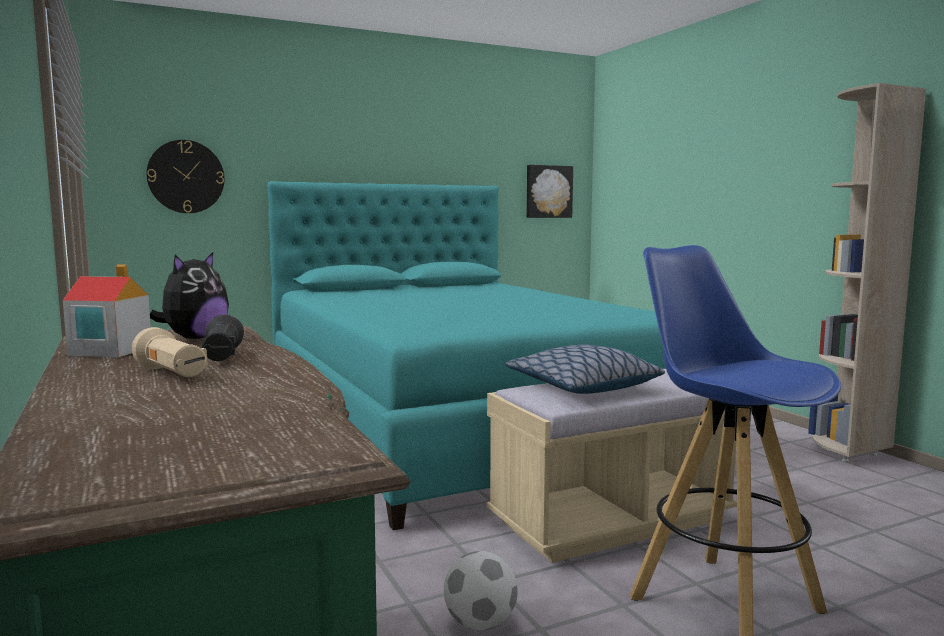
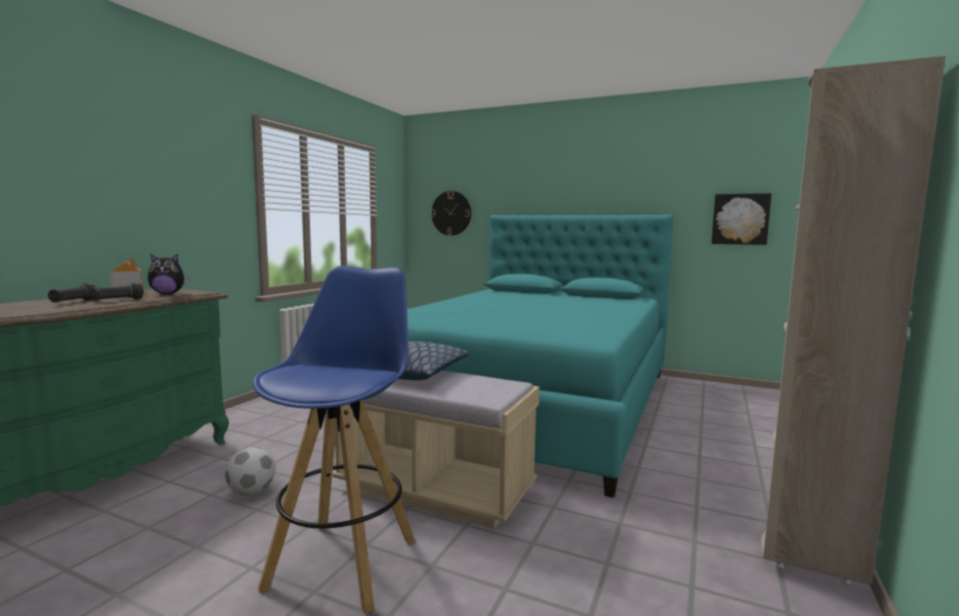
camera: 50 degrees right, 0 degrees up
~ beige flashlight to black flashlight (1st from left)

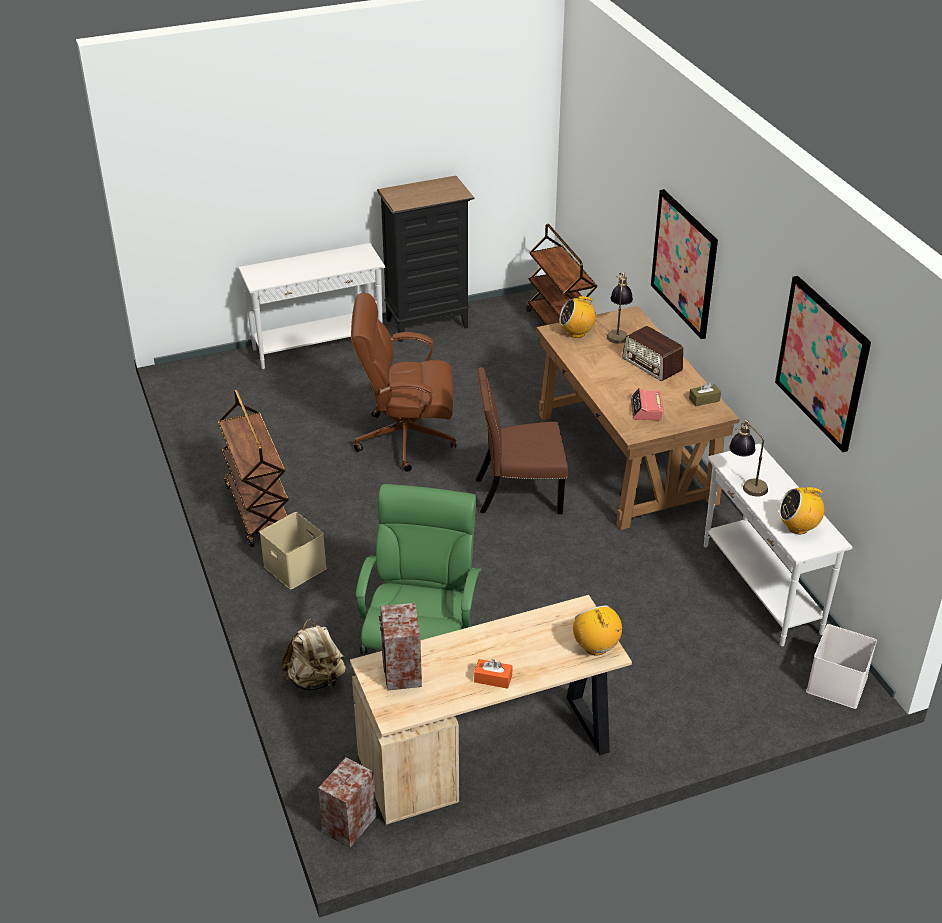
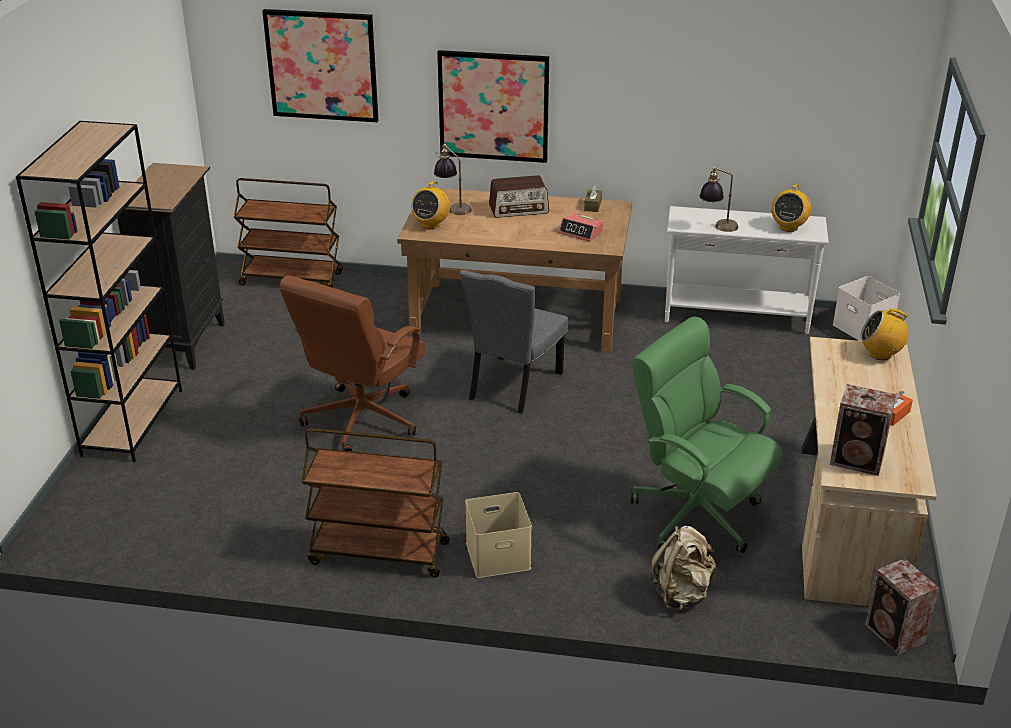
camera: 60 degrees left, 5 degrees down
~ white console table (1st from left) to beige bookcase
~ brown chair to grey chair
~ picture (2nd from left in the first image) to picture (1st from left)

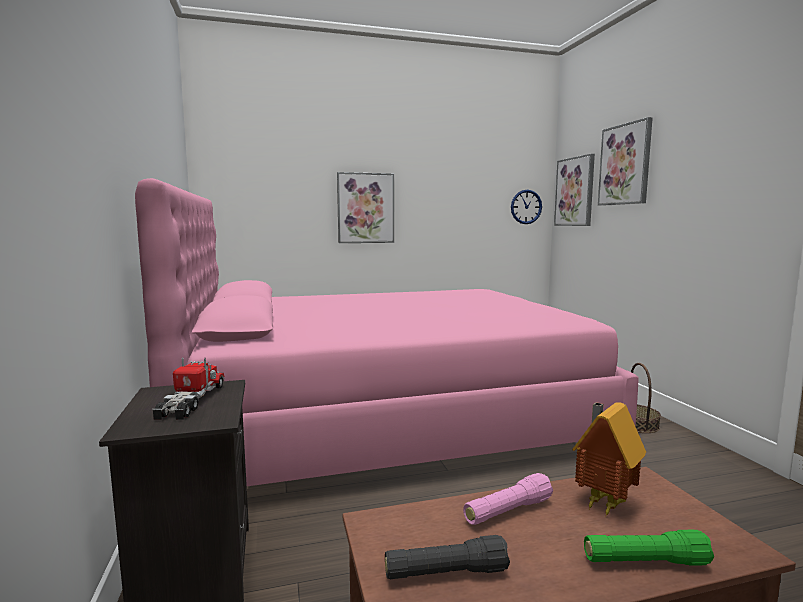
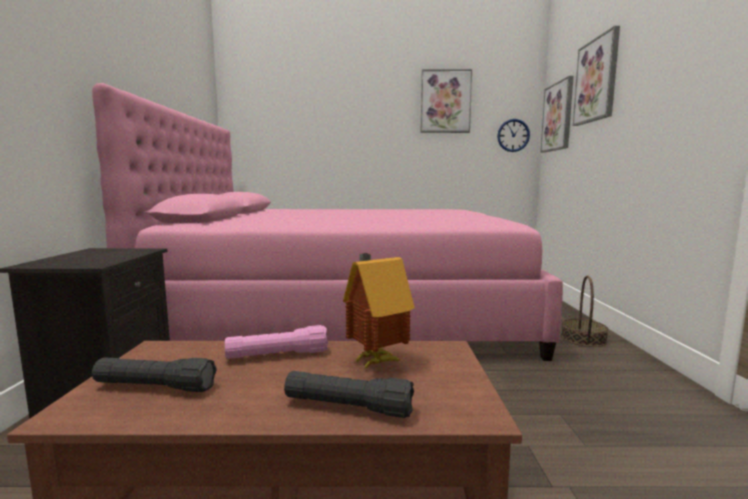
camera: 15 degrees right, 0 degrees up
- toy truck
~ picture (1st from left)
~ green flashlight to black flashlight (2nd from left)

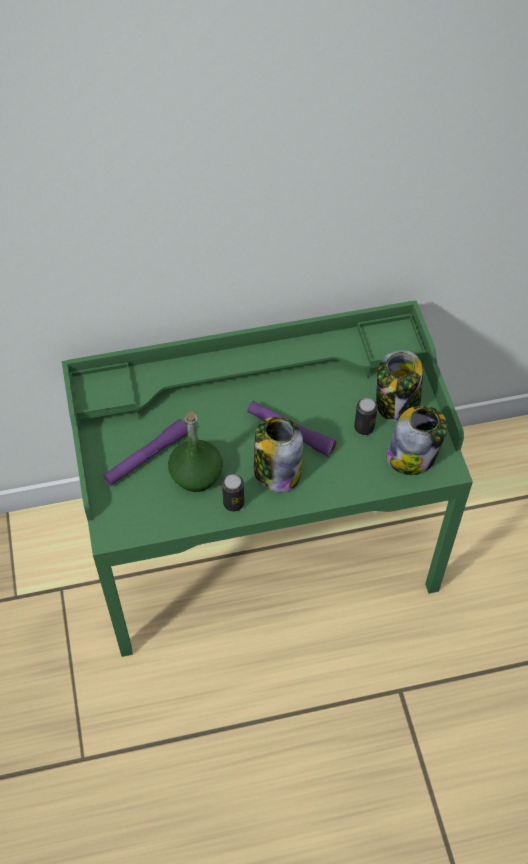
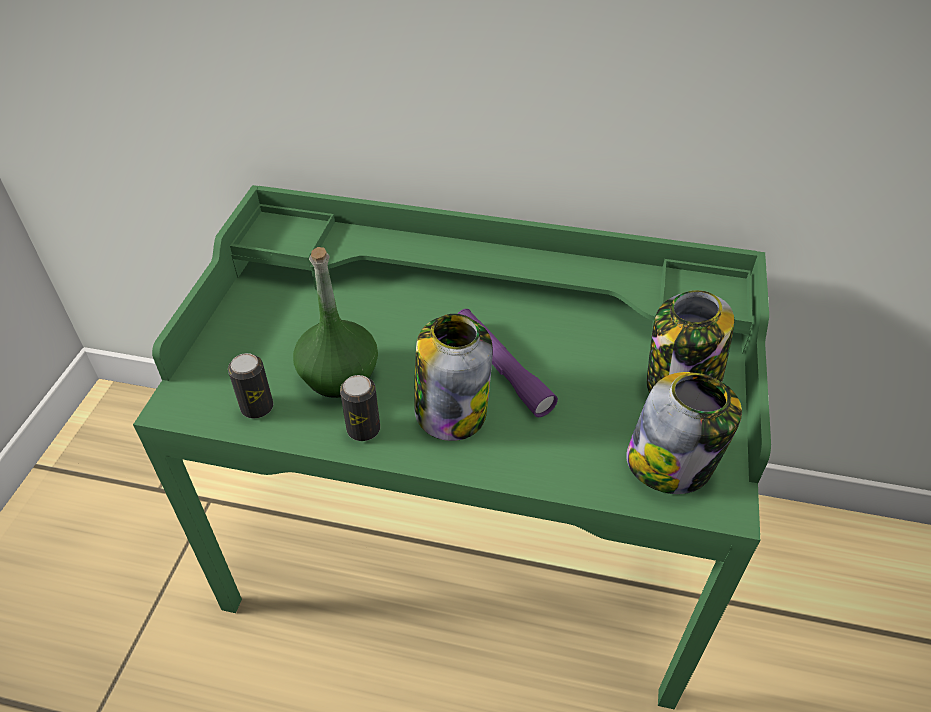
camera: 25 degrees right, 10 degrees down
- purple flashlight (1st from left)
~ can (2nd from left in the first image) to can (1st from left)

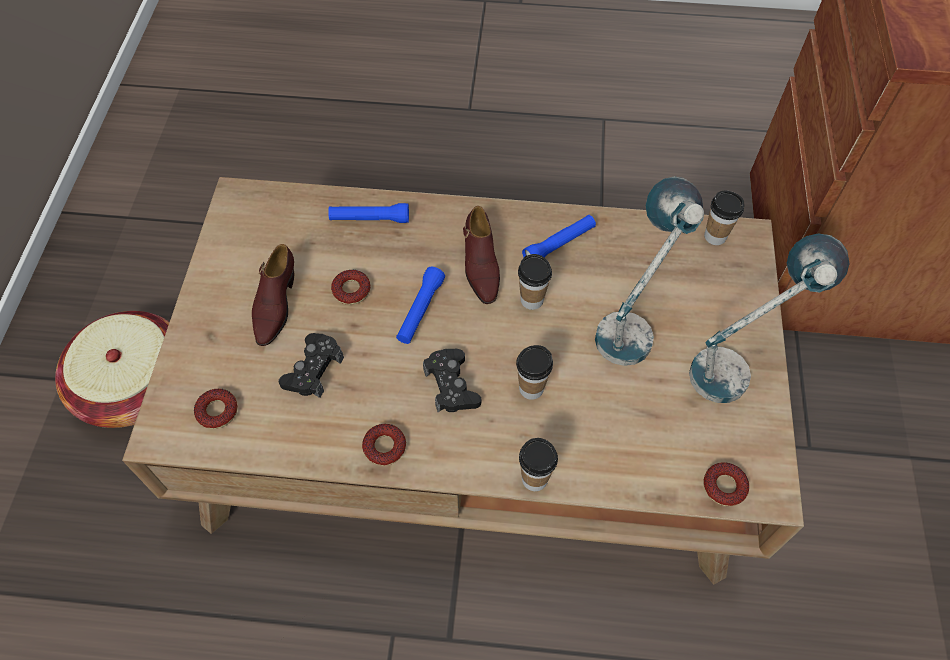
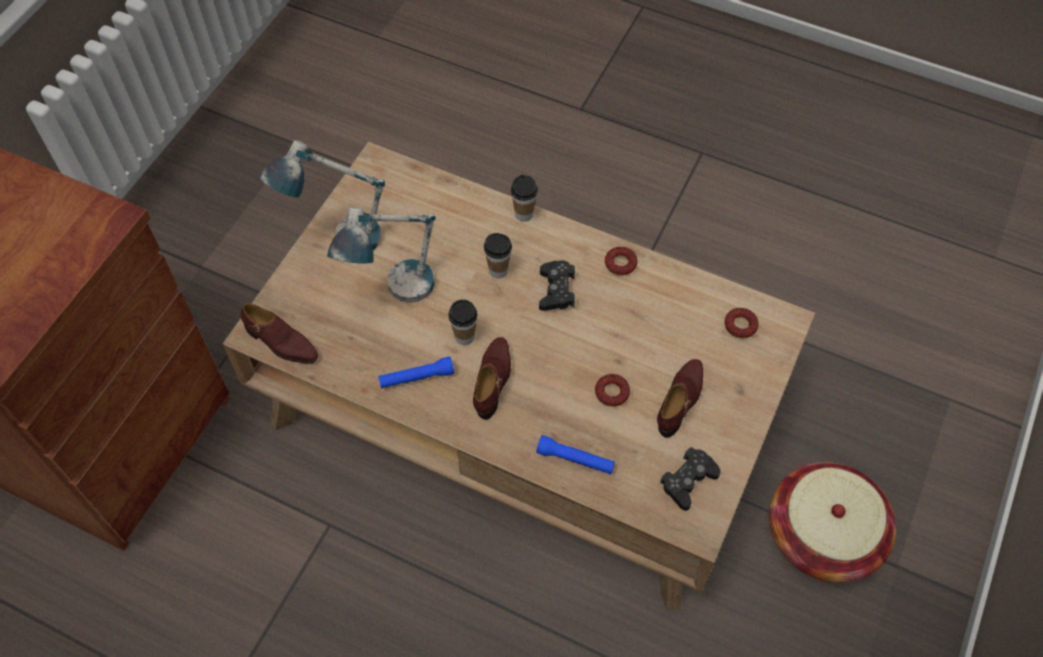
camera: 160 degrees left, 0 degrees up
~ black game controller (1st from left in the first image) to black game controller (2nd from left)
- blue flashlight (2nd from left)
- donut (4th from left)
~ cup (4th from left) to brown shoe (1st from left)

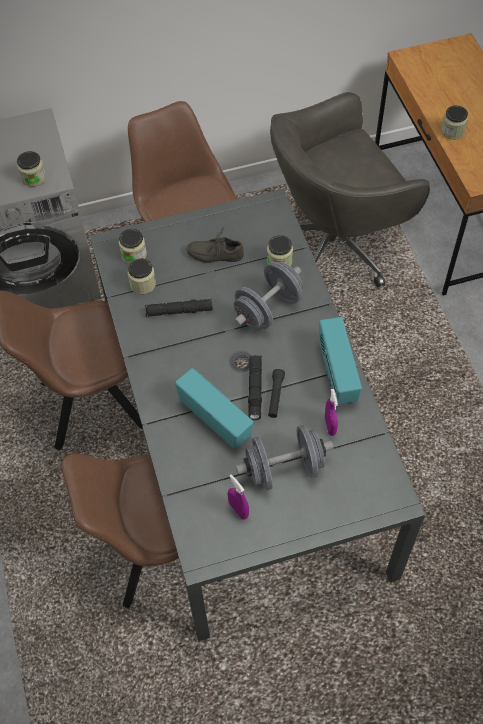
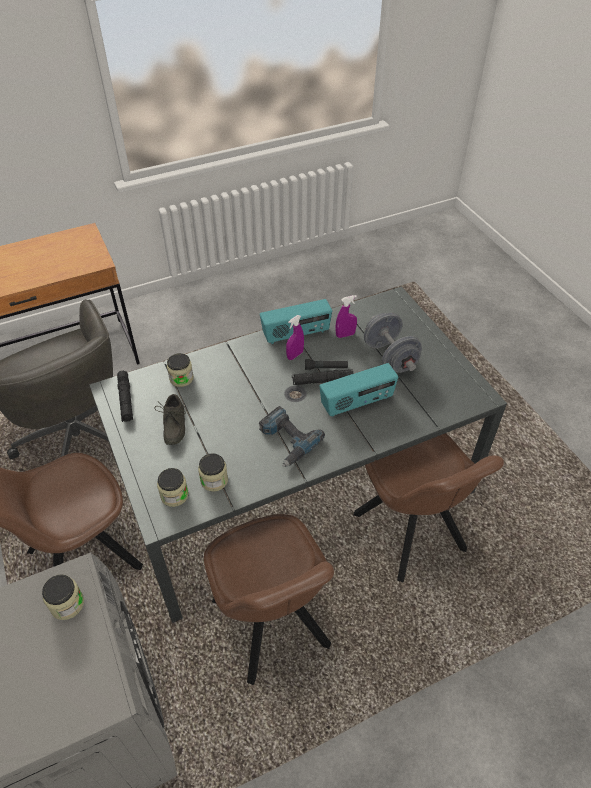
camera: 100 degrees left, 10 degrees down
~ black flashlight (1st from left)
~ radio (1st from left in the first image) 150 degrees counterclockwise
~ purple spray bottle (1st from left)
- grey dumbbell (1st from left)
- jar (5th from left)
+ power drill

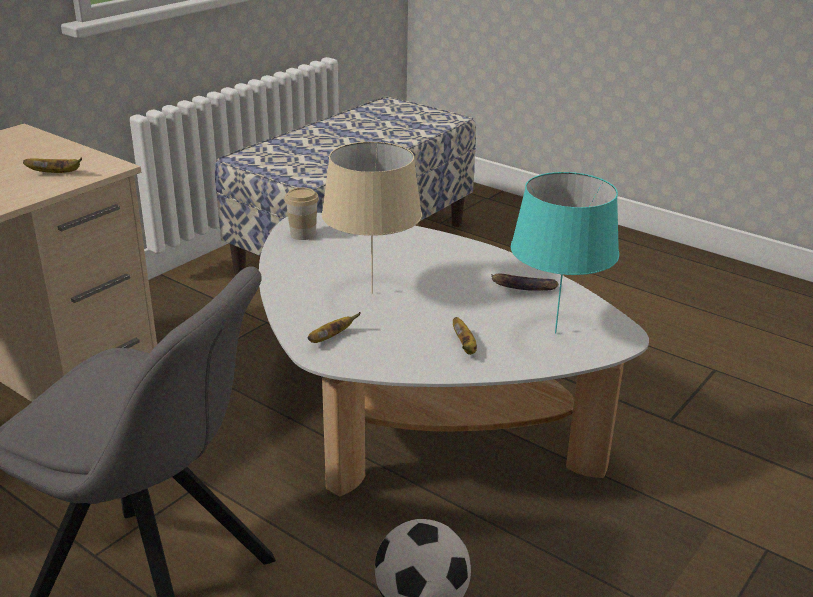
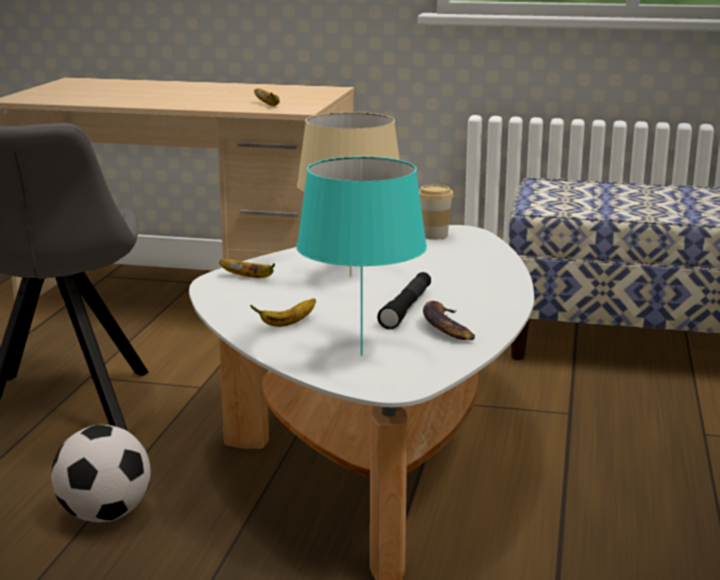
camera: 65 degrees right, 10 degrees down
+ black flashlight

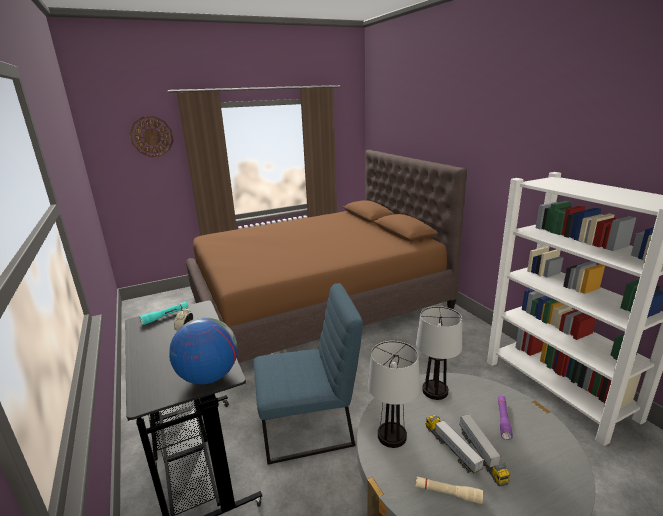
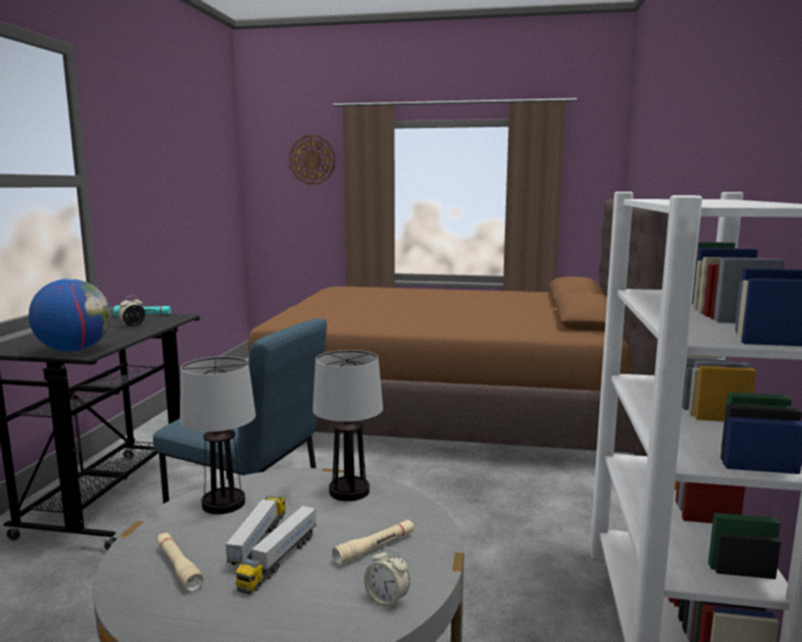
camera: 35 degrees right, 10 degrees down
~ purple flashlight to beige flashlight (2nd from left)
+ alarm clock (2nd from left)

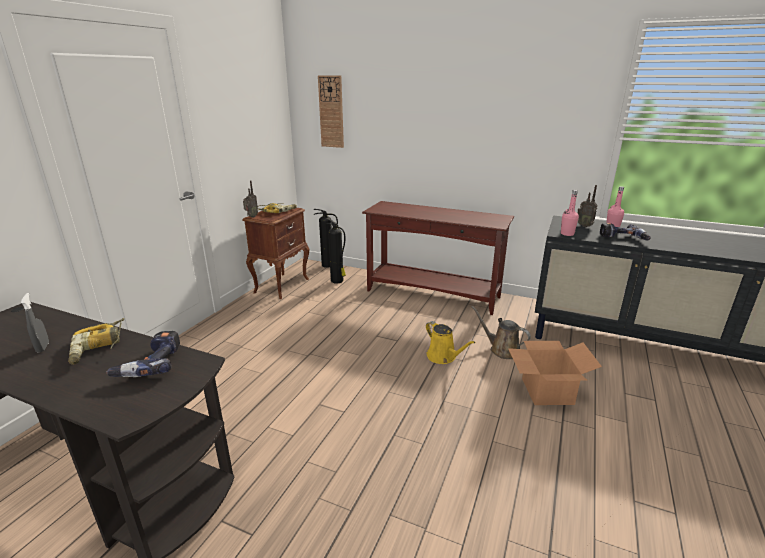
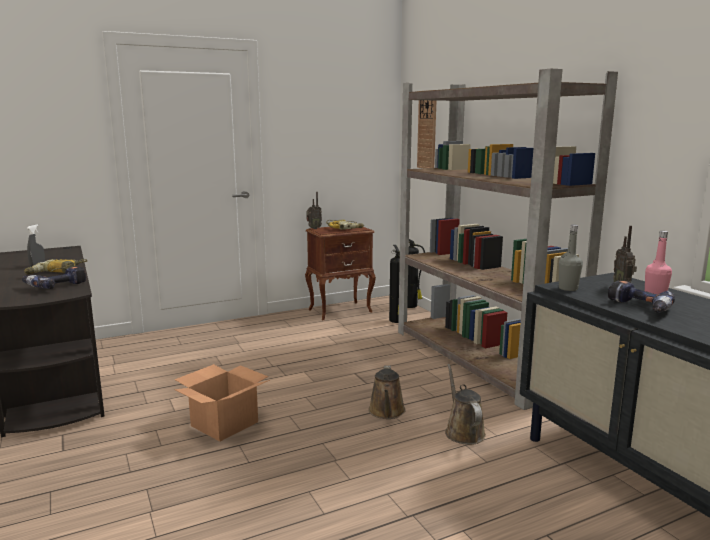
camera: 40 degrees right, 10 degrees down
~ brown console table to brown bookcase
~ yellow watering can to brown watering can (1st from left)
~ cardboard box
~ pink bottle (1st from left) to grey bottle

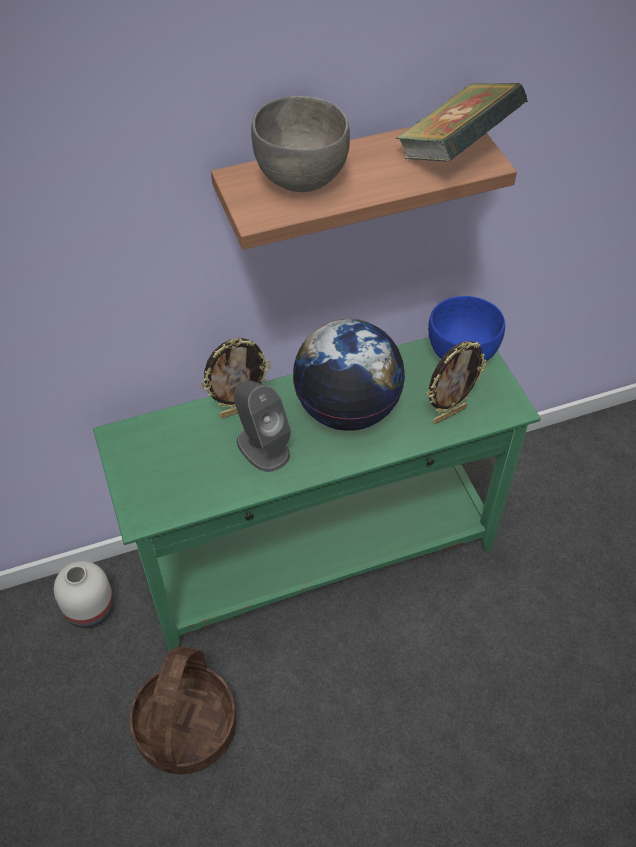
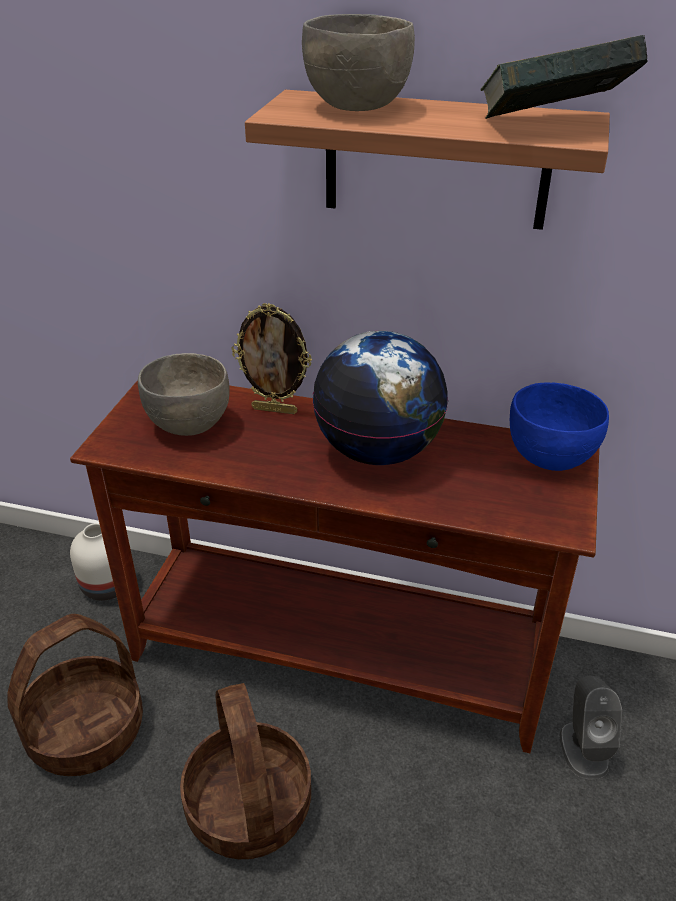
camera: 35 degrees right, 15 degrees down
~ green console table to brown console table
~ grey speaker
- picture frame (2nd from left)
+ grey bowl (1st from left)
+ basket (2nd from left)

